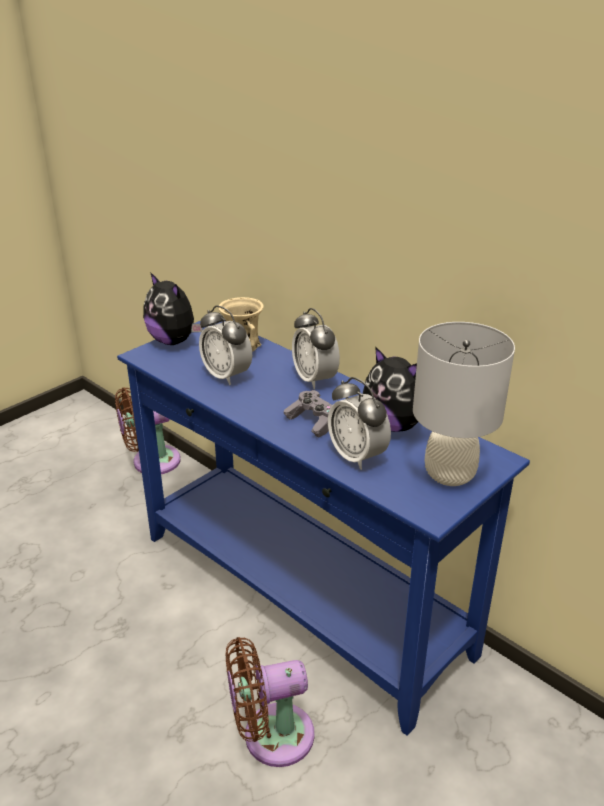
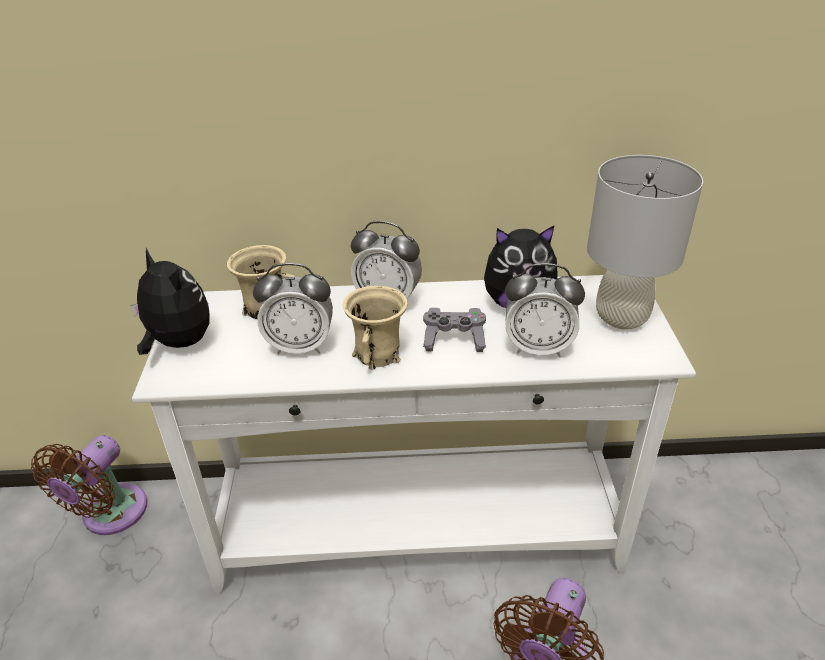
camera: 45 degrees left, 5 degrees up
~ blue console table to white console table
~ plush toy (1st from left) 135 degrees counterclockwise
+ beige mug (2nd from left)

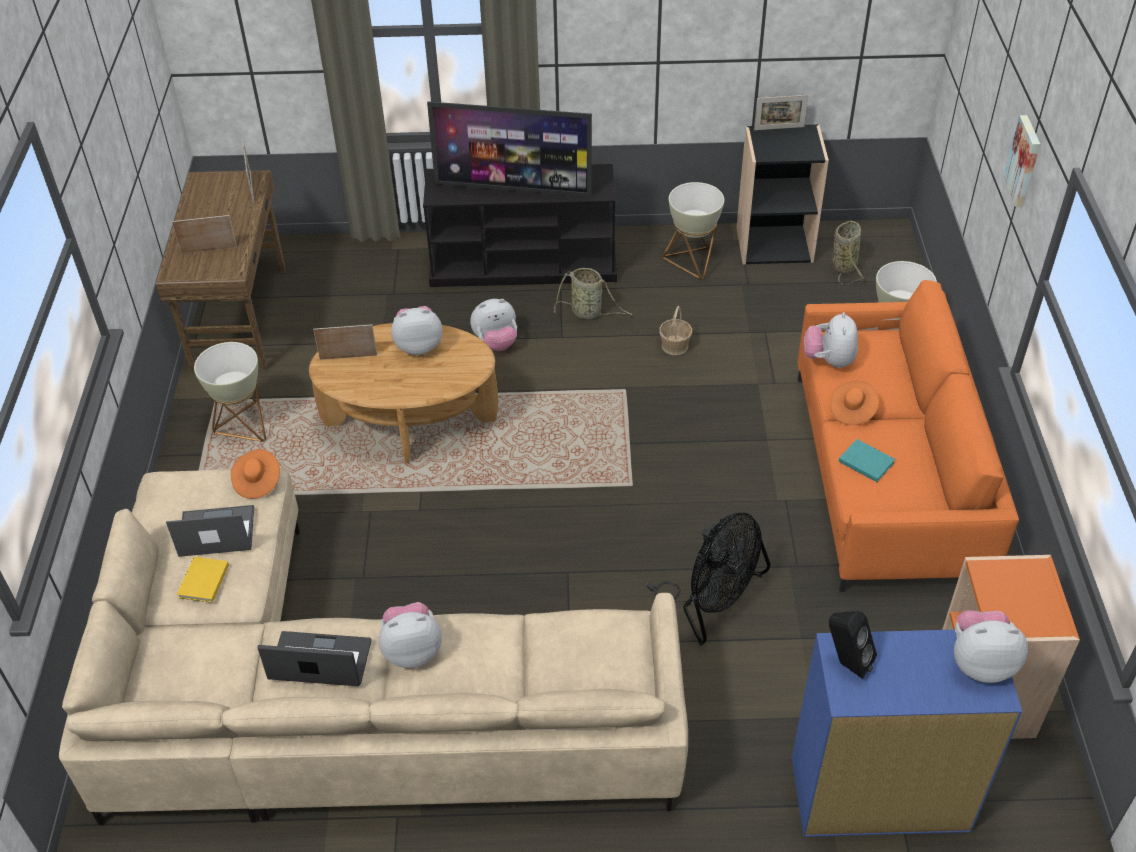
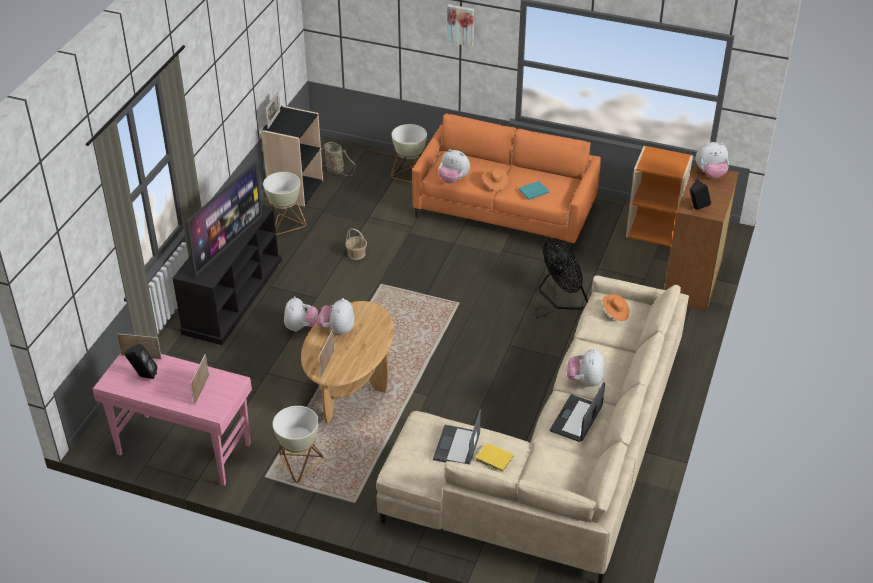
camera: 70 degrees left, 5 degrees down
~ brown console table to pink console table
~ orange hat (1st from left in the first image) to orange hat (2nd from left)
- basket (1st from left)
~ blue cabinet to brown cabinet
~ plush toy (5th from left) 120 degrees counterclockwise
+ black speaker (1st from left)

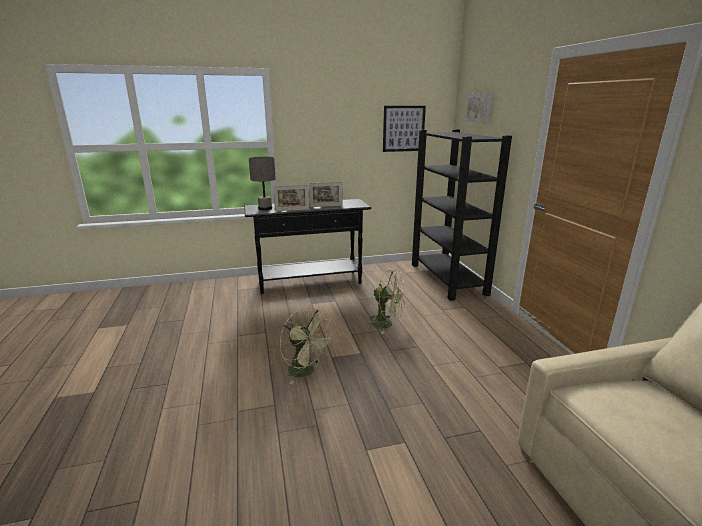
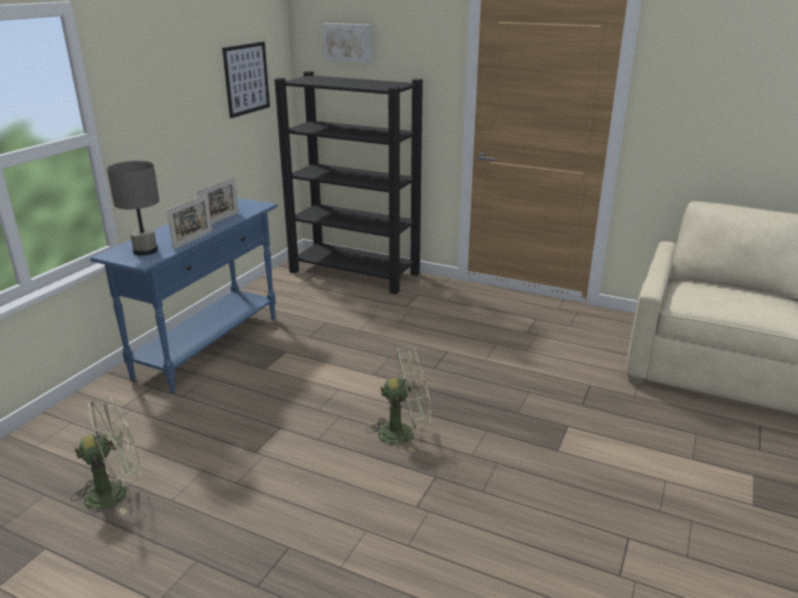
camera: 50 degrees left, 5 degrees up
~ black console table to blue console table
~ green fan (2nd from left in the first image) to green fan (1st from left)

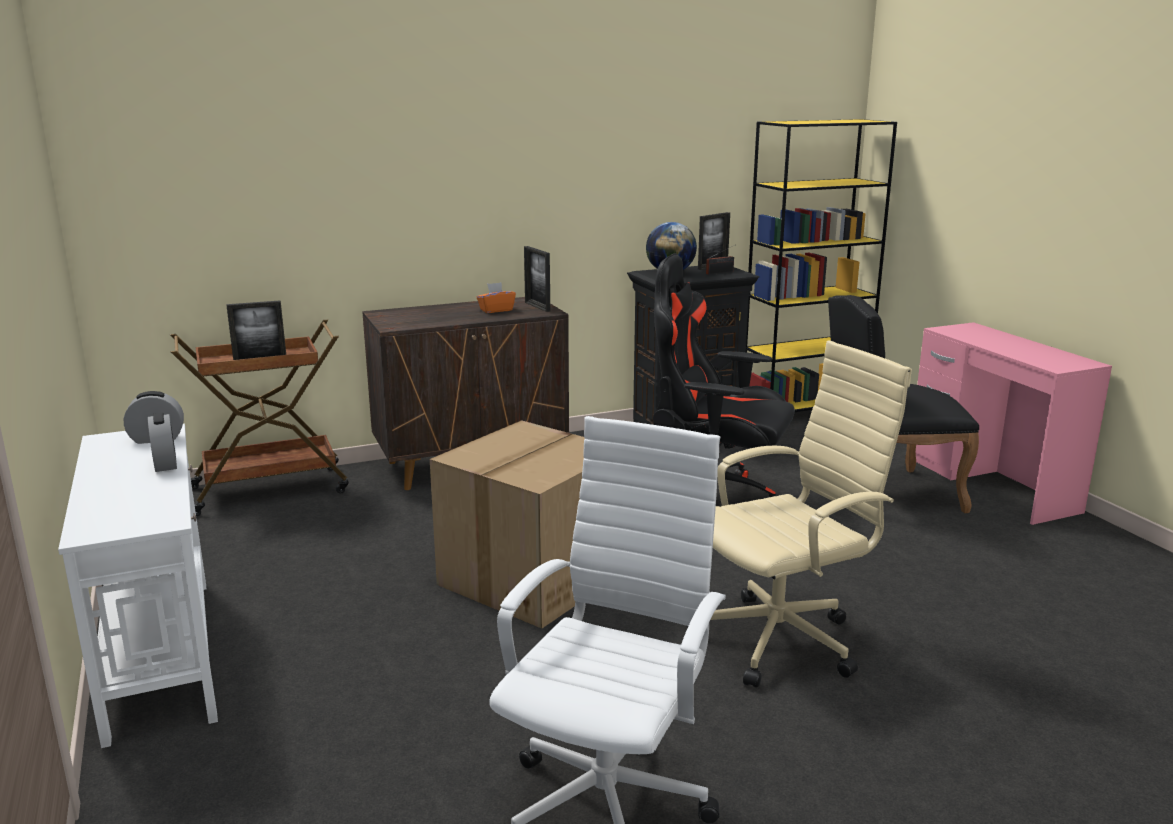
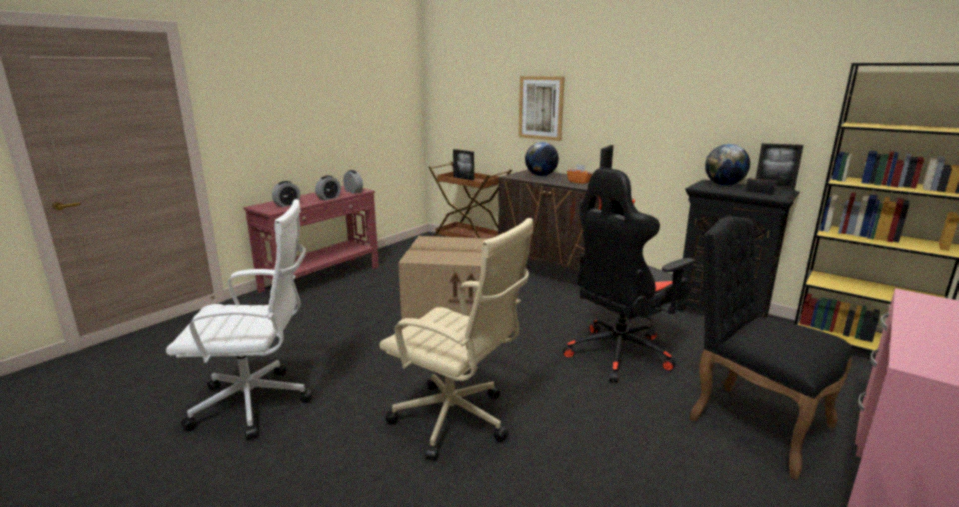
camera: 60 degrees right, 0 degrees up
~ white console table to red console table
~ black office chair 120 degrees counterclockwise
+ alarm clock (1st from left)
+ picture
+ globe (1st from left)

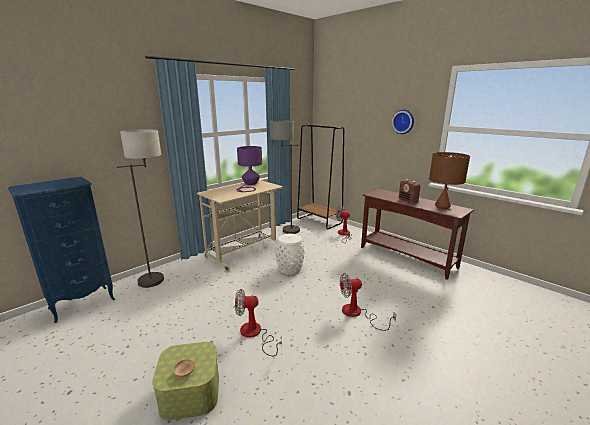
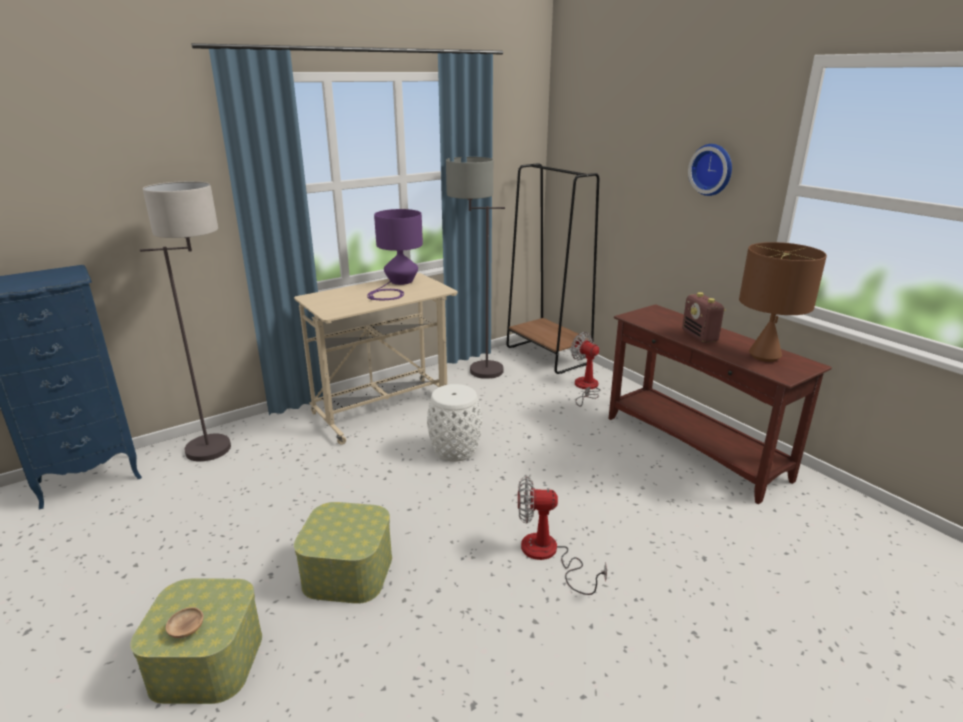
camera: 10 degrees right, 5 degrees up
~ fan (1st from left) to storage box (2nd from left)

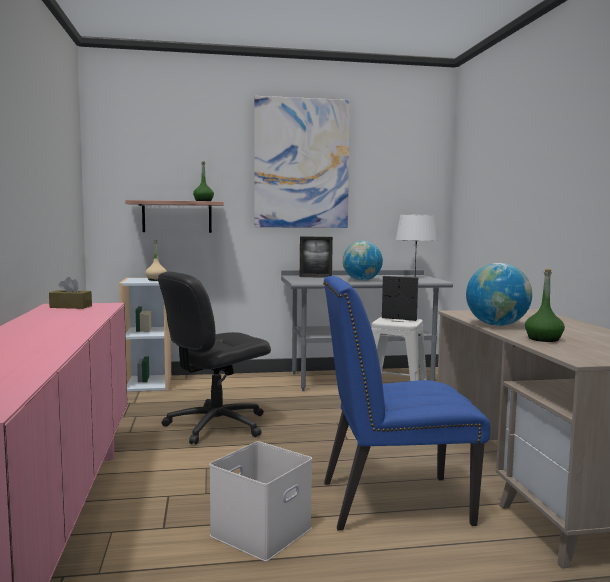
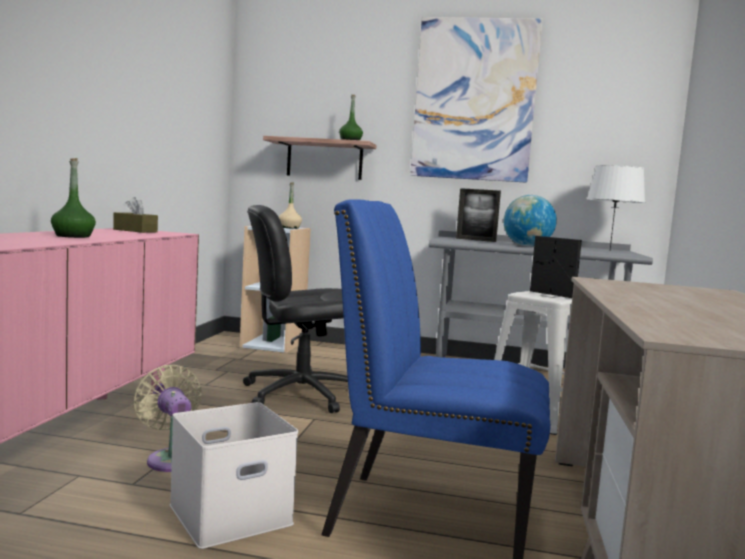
camera: 20 degrees right, 0 degrees up
- globe (2nd from left)
~ green bottle (2nd from left in the first image) to green bottle (1st from left)
+ beige fan

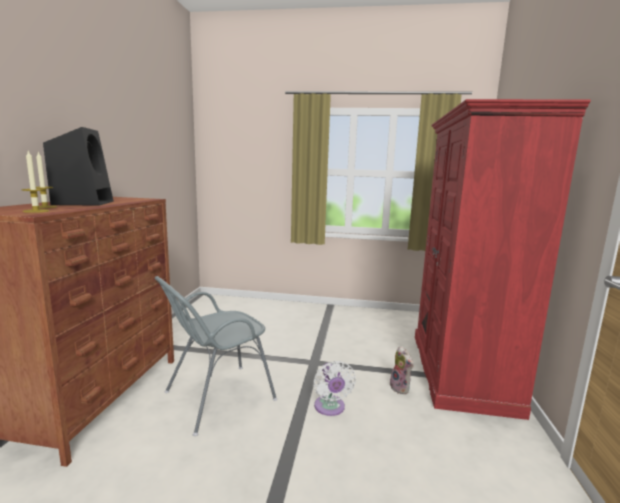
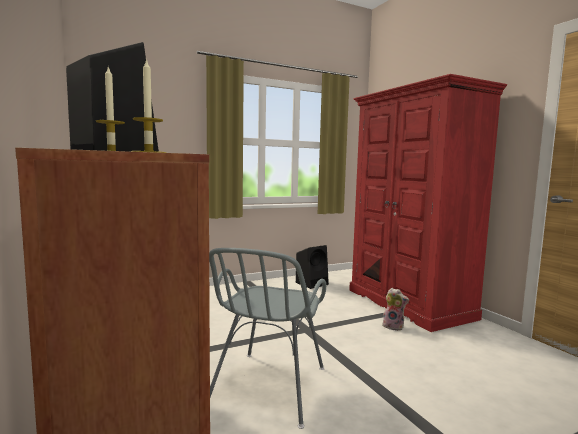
camera: 35 degrees left, 5 degrees down
- white fan
+ black speaker (2nd from left)

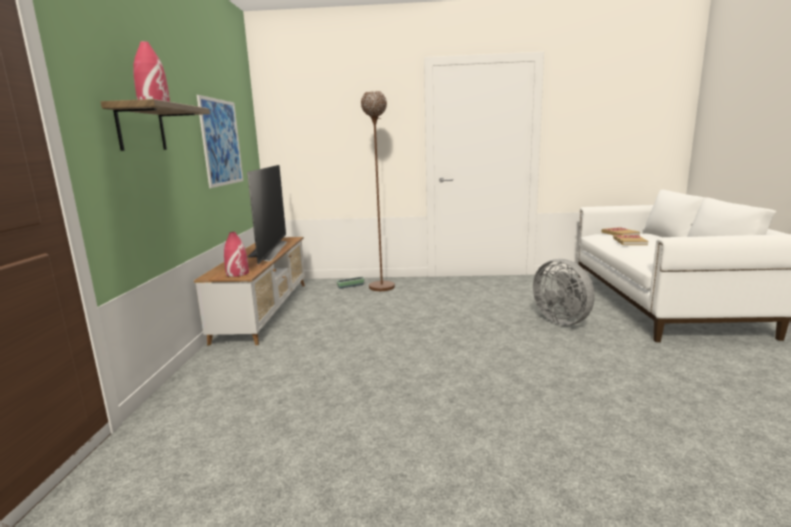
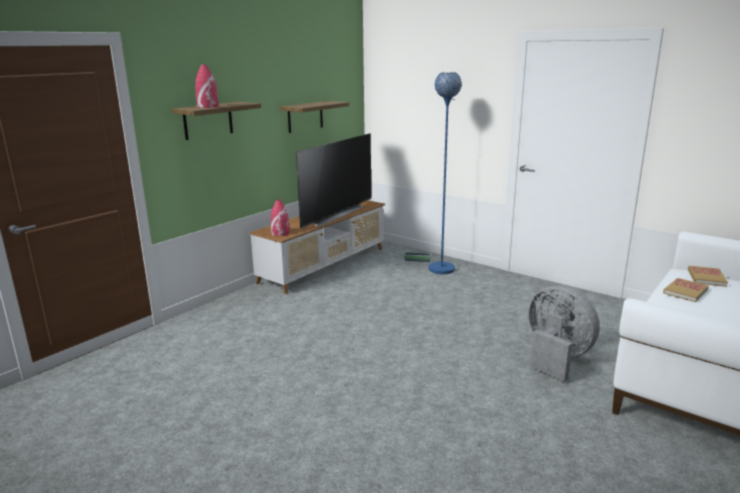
camera: 35 degrees right, 5 degrees up
~ picture to shelf (2nd from left)
~ brown floor lamp to blue floor lamp
~ grey fan 135 degrees clockwise

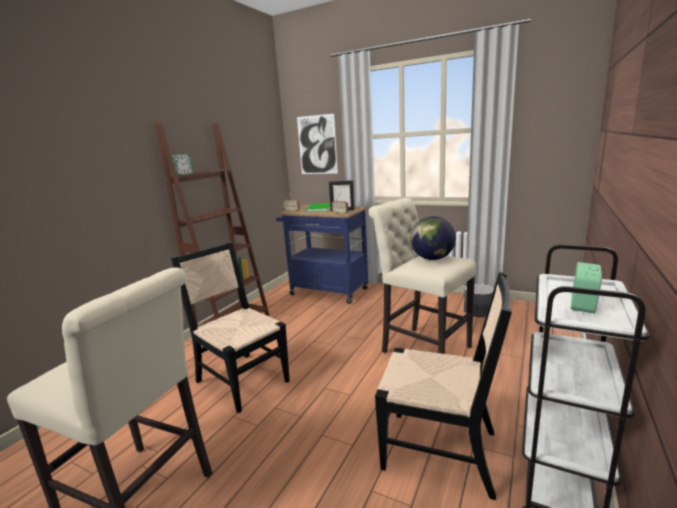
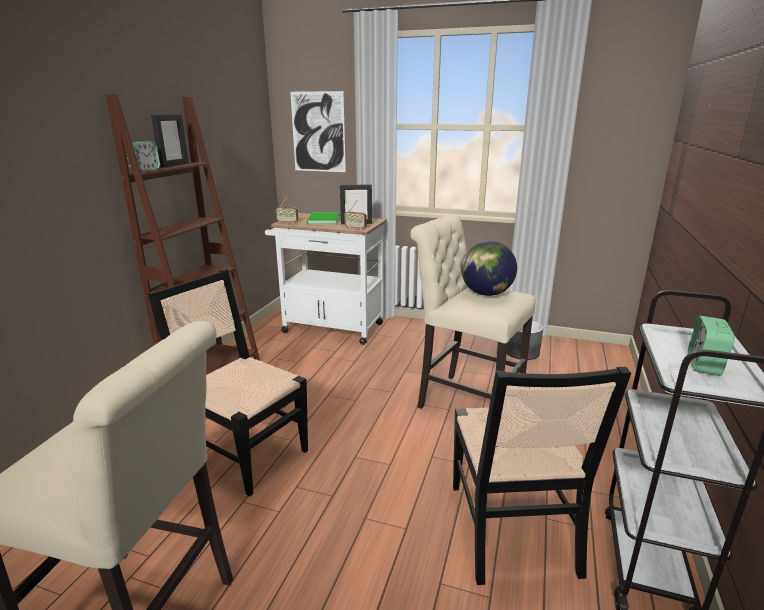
camera: 10 degrees left, 5 degrees up
~ blue cart to white cart (1st from left)
~ chair (2nd from left) 75 degrees clockwise
+ picture frame (1st from left)

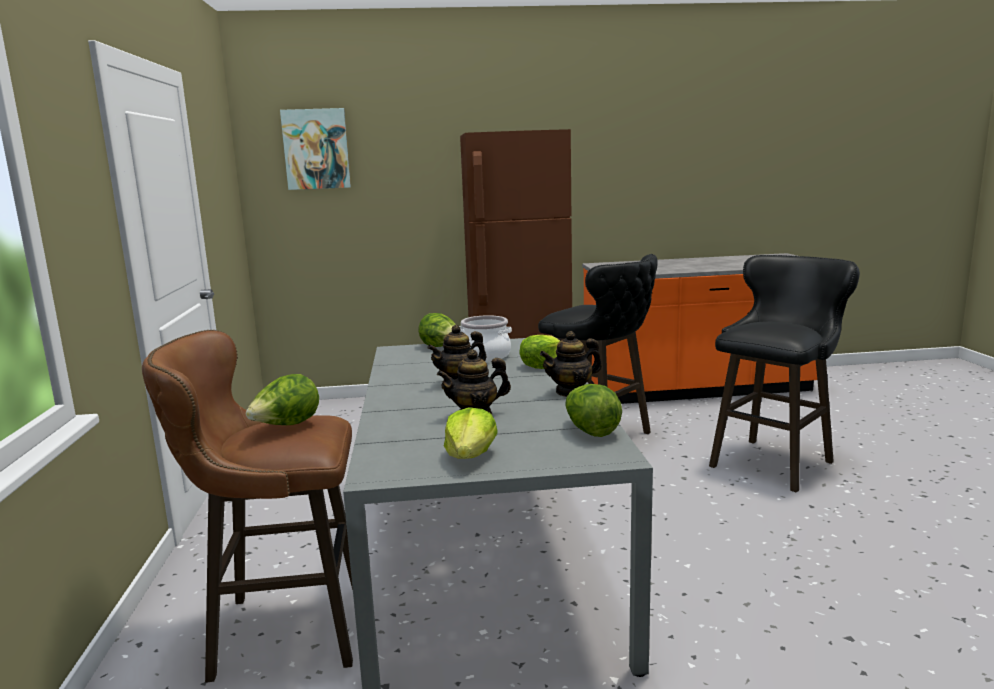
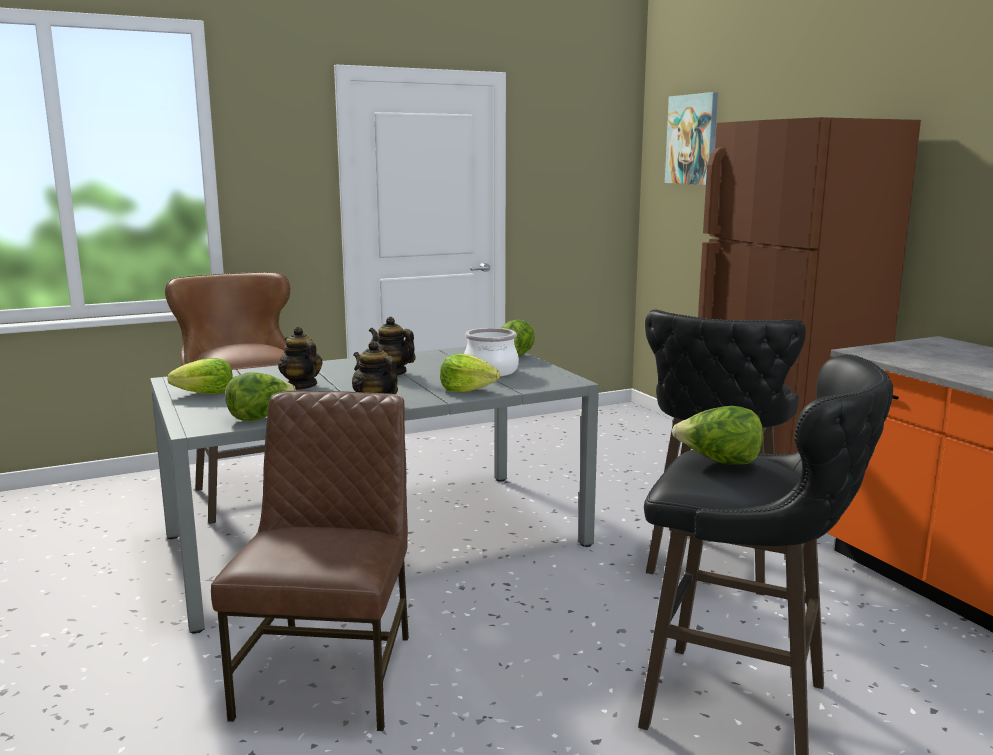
camera: 70 degrees right, 0 degrees up
~ lettuce (1st from left in the first image) to lettuce (5th from left)
+ brown chair

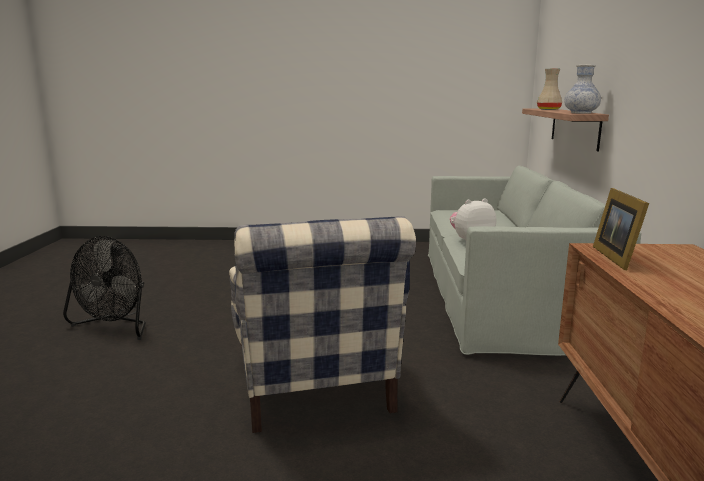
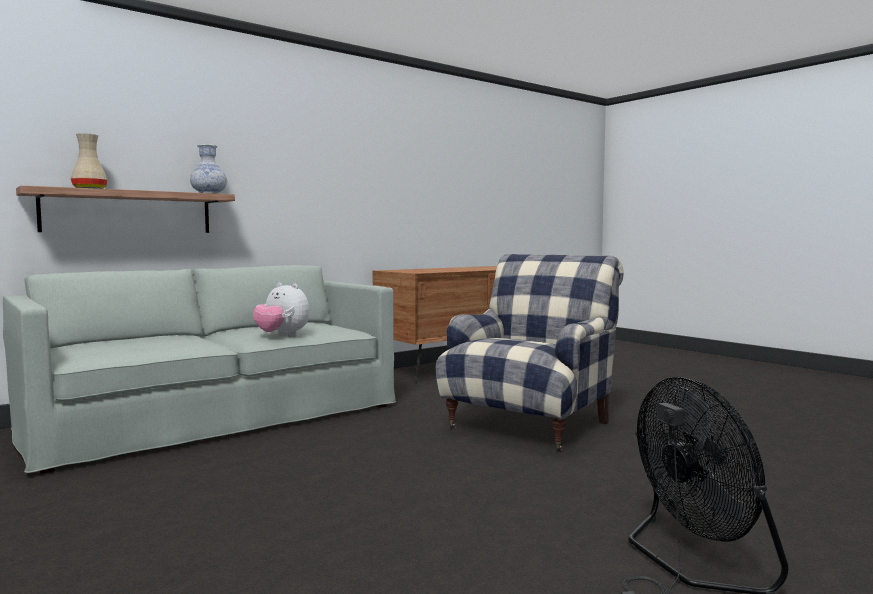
camera: 130 degrees left, 10 degrees down
- picture frame

